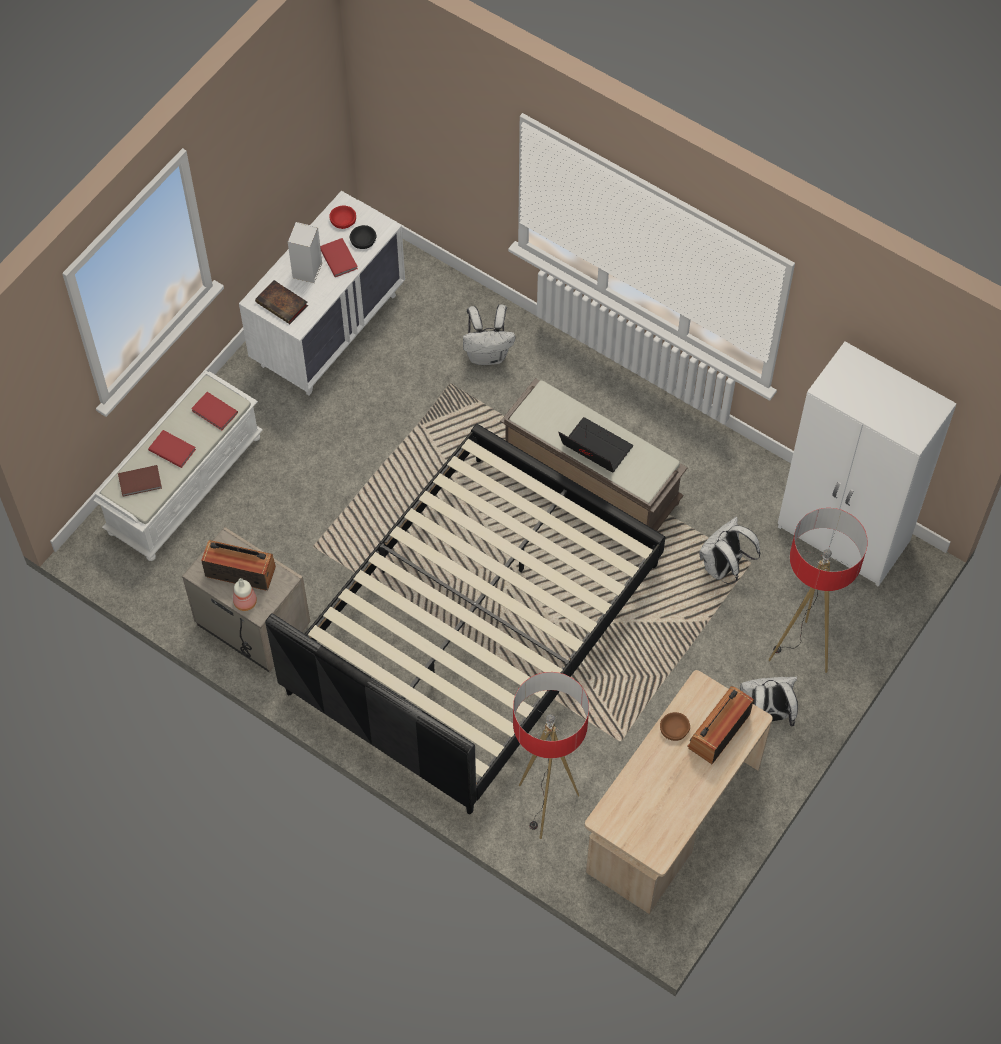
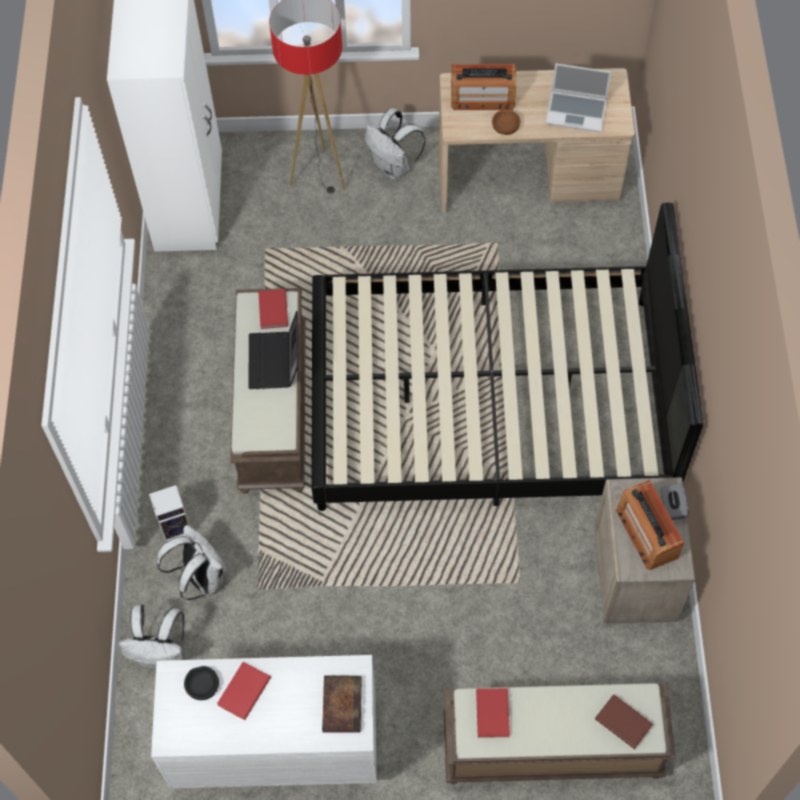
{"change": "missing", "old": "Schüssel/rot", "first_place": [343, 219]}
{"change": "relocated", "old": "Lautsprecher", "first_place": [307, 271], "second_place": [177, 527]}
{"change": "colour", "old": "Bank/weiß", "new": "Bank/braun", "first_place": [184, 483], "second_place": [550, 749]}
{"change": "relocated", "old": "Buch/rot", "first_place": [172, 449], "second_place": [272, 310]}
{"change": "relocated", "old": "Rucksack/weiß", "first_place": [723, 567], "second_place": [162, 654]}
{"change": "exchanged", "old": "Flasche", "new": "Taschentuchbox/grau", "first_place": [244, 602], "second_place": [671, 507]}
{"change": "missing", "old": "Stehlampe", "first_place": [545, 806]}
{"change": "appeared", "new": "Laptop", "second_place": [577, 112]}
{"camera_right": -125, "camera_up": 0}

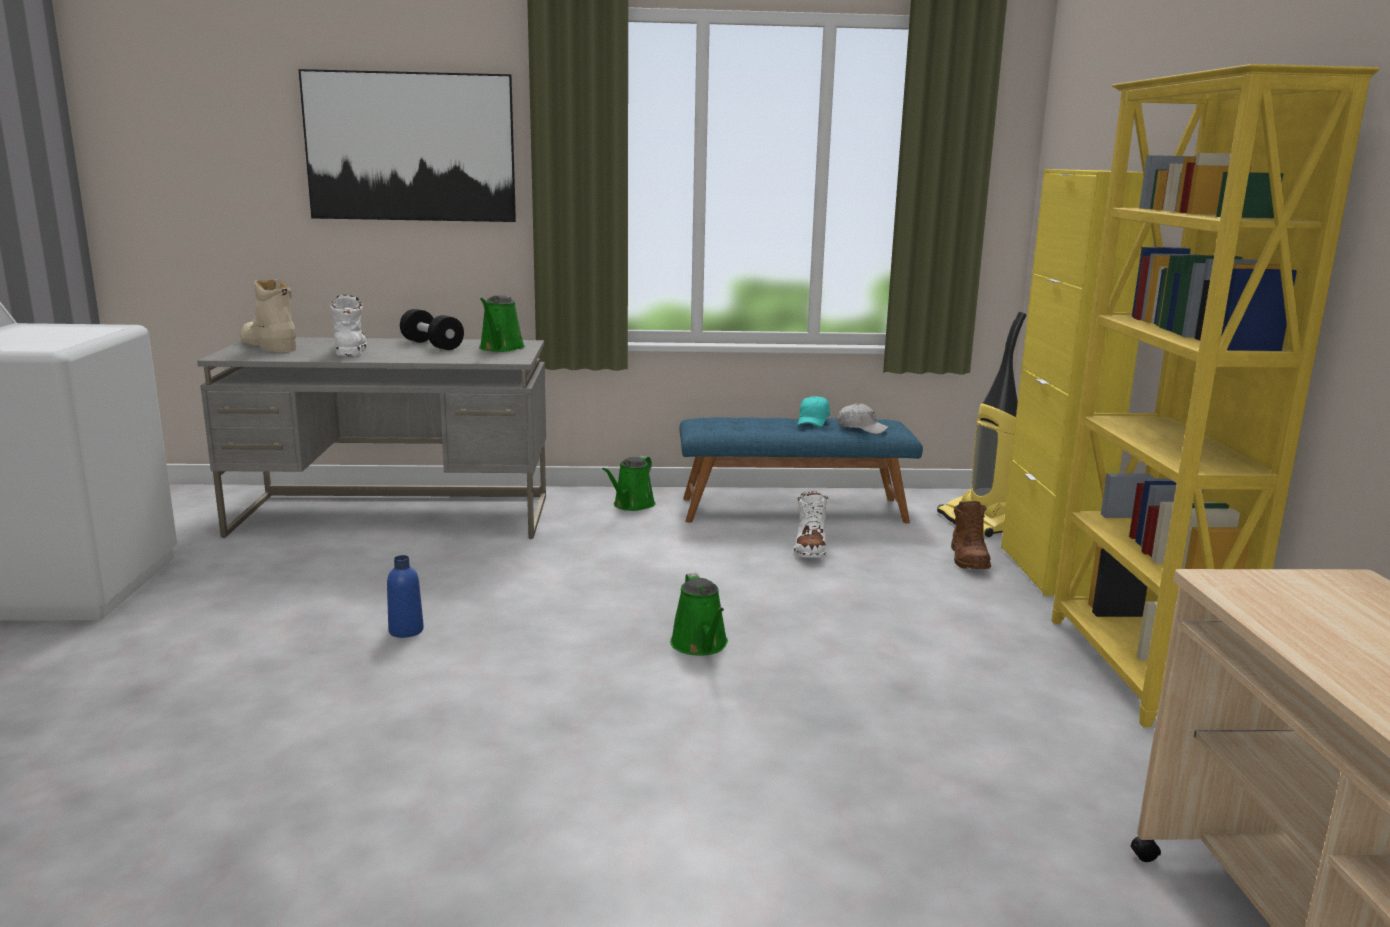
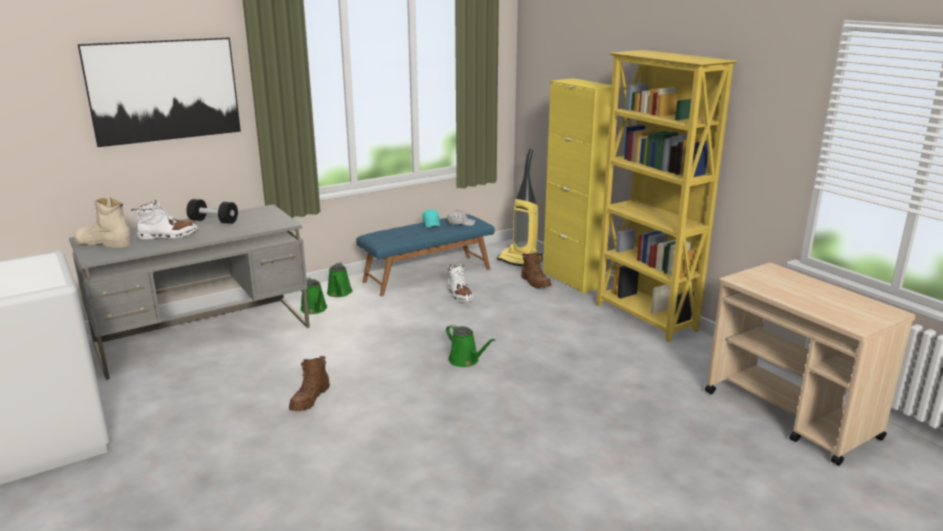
{"change": "spun", "old": "Stiefel/weiß", "first_place": [350, 350], "second_place": [168, 235], "degrees": 120}
{"change": "relocated", "old": "Gießkanne/grün", "first_place": [500, 348], "second_place": [314, 309]}
{"change": "exchanged", "old": "Flasche/blau", "new": "Stiefel/braun", "first_place": [406, 630], "second_place": [309, 399]}
{"camera_right": -30, "camera_up": 5}

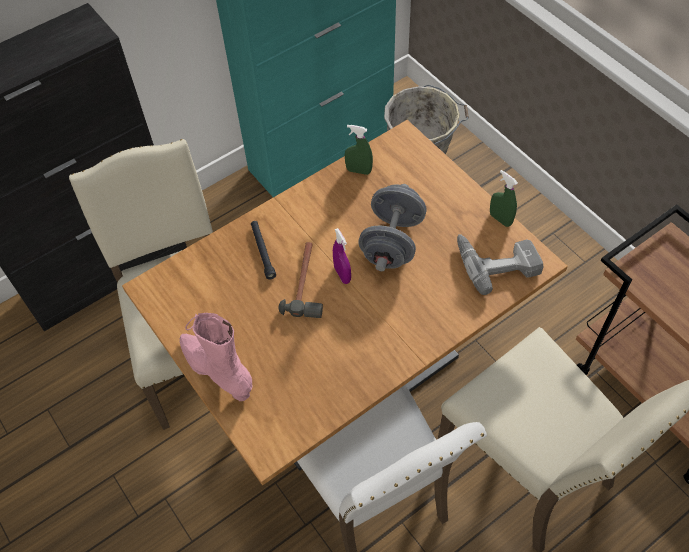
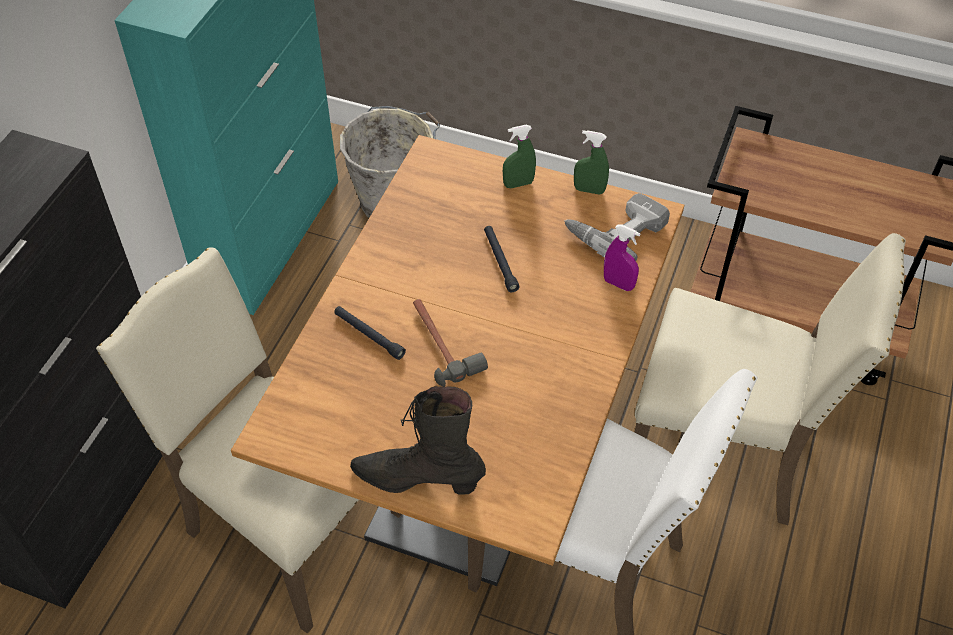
{"change": "relocated", "old": "Sprühflasche/grün", "first_place": [358, 171], "second_place": [518, 184]}
{"change": "exchanged", "old": "Hantel/grau", "new": "Taschenlampe/schwarz", "first_place": [392, 242], "second_place": [500, 261]}
{"change": "relocated", "old": "Sprühflasche/lila", "first_place": [342, 274], "second_place": [618, 284]}
{"change": "colour", "old": "Stiefel/rosa", "new": "Stiefel/schwarz", "first_place": [218, 371], "second_place": [418, 479]}
{"camera_right": -35, "camera_up": -5}

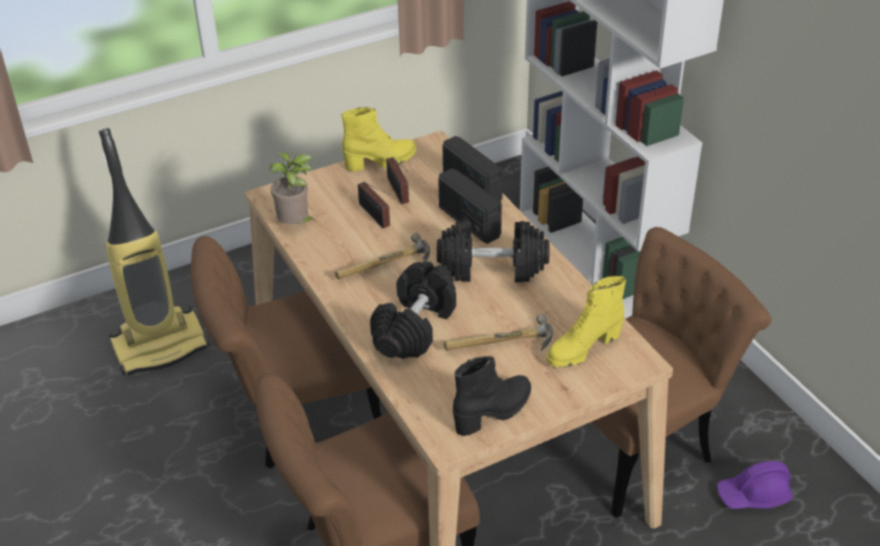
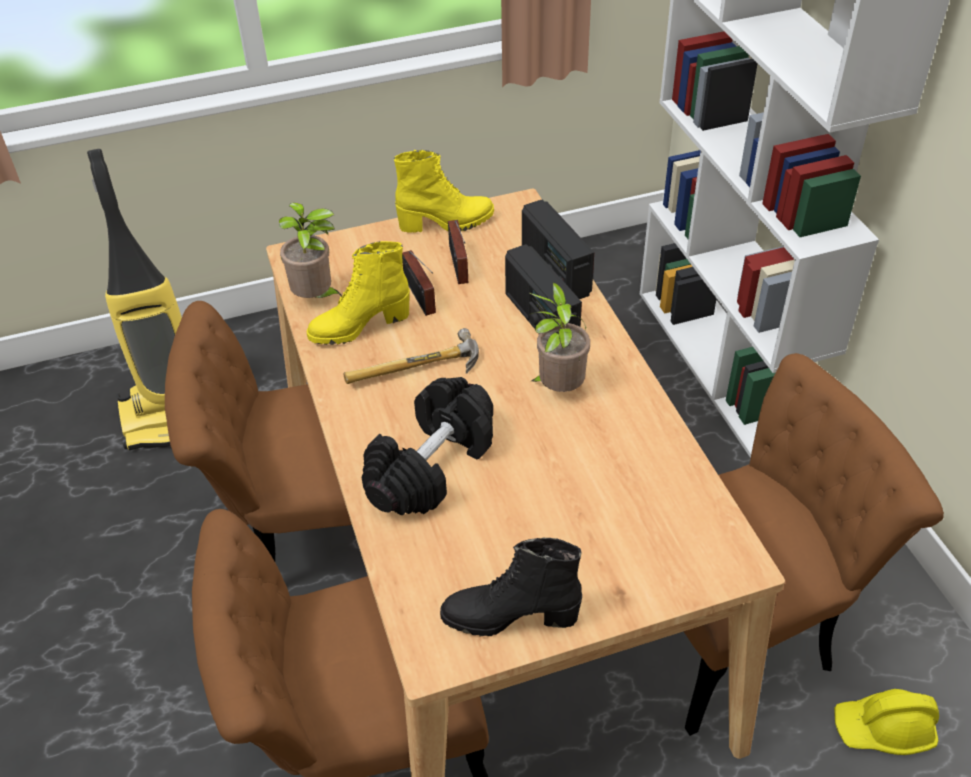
{"change": "exchanged", "old": "Hantel/schwarz", "new": "Topfpflanze", "first_place": [492, 267], "second_place": [558, 388]}
{"change": "relocated", "old": "Stiefel/gelb", "first_place": [583, 349], "second_place": [359, 327]}
{"change": "missing", "old": "Hammer", "first_place": [501, 346]}
{"change": "spun", "old": "Stiefel/schwarz", "first_place": [493, 412], "second_place": [510, 616], "degrees": -150}
{"change": "colour", "old": "Schutzhelm/lila", "new": "Schutzhelm/gelb", "first_place": [753, 495], "second_place": [883, 729]}
{"camera_right": 10, "camera_up": 5}

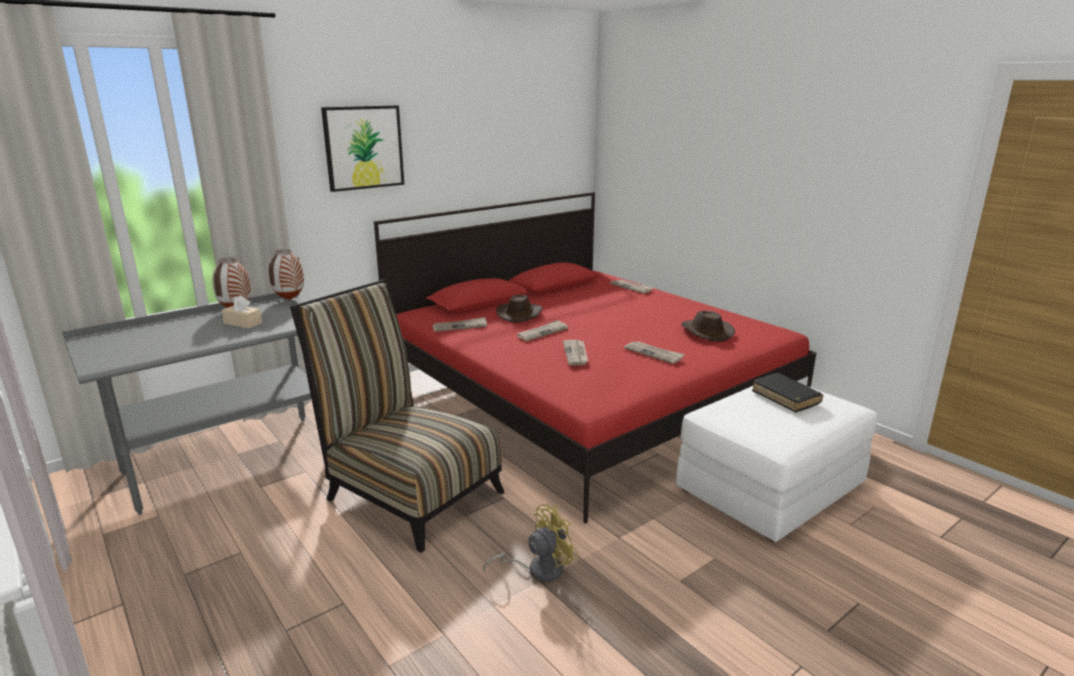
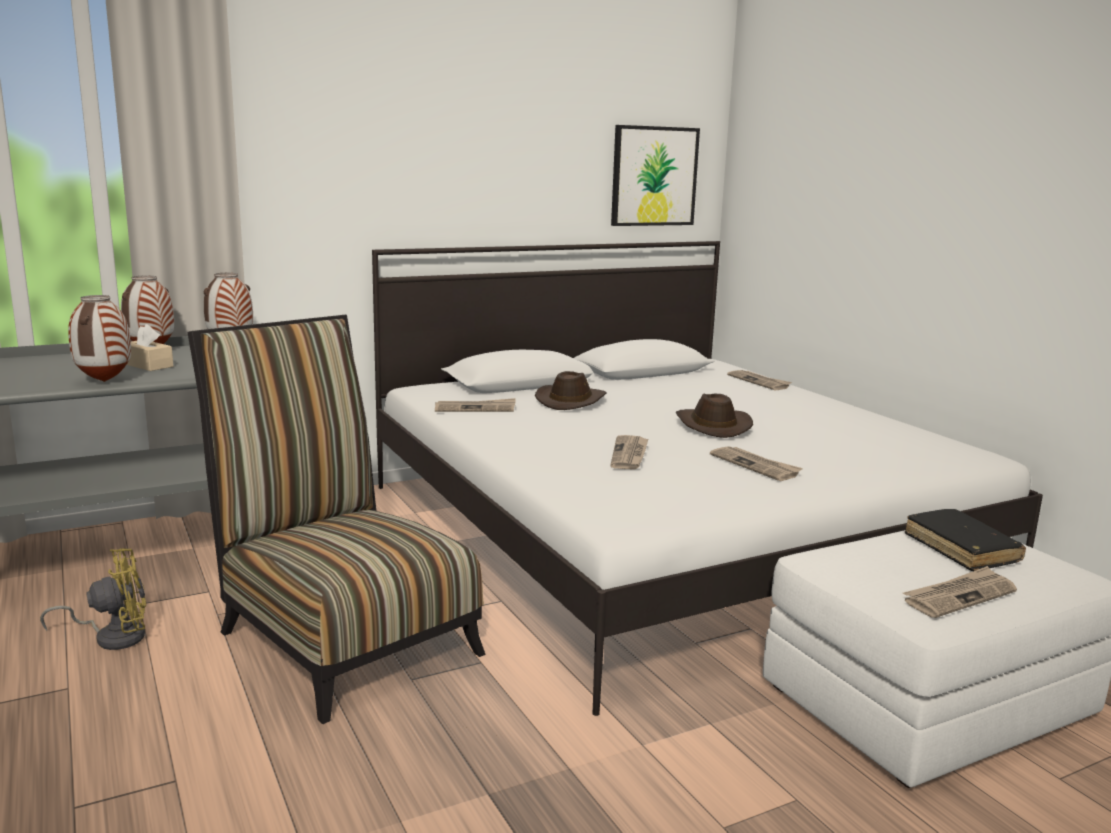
{"change": "relocated", "old": "Bild", "first_place": [363, 147], "second_place": [654, 176]}
{"change": "colour", "old": "Bett/rot", "new": "Bett/weiß", "first_place": [587, 394], "second_place": [666, 533]}
{"change": "relocated", "old": "Hut/braun", "first_place": [705, 332], "second_place": [711, 425]}
{"change": "relocated", "old": "Zeitung", "first_place": [542, 332], "second_place": [959, 596]}
{"change": "relocated", "old": "Ventilator/gelb", "first_place": [538, 569], "second_place": [113, 636]}
{"change": "appeared", "new": "Vase", "second_place": [104, 381]}
{"camera_right": 10, "camera_up": -5}

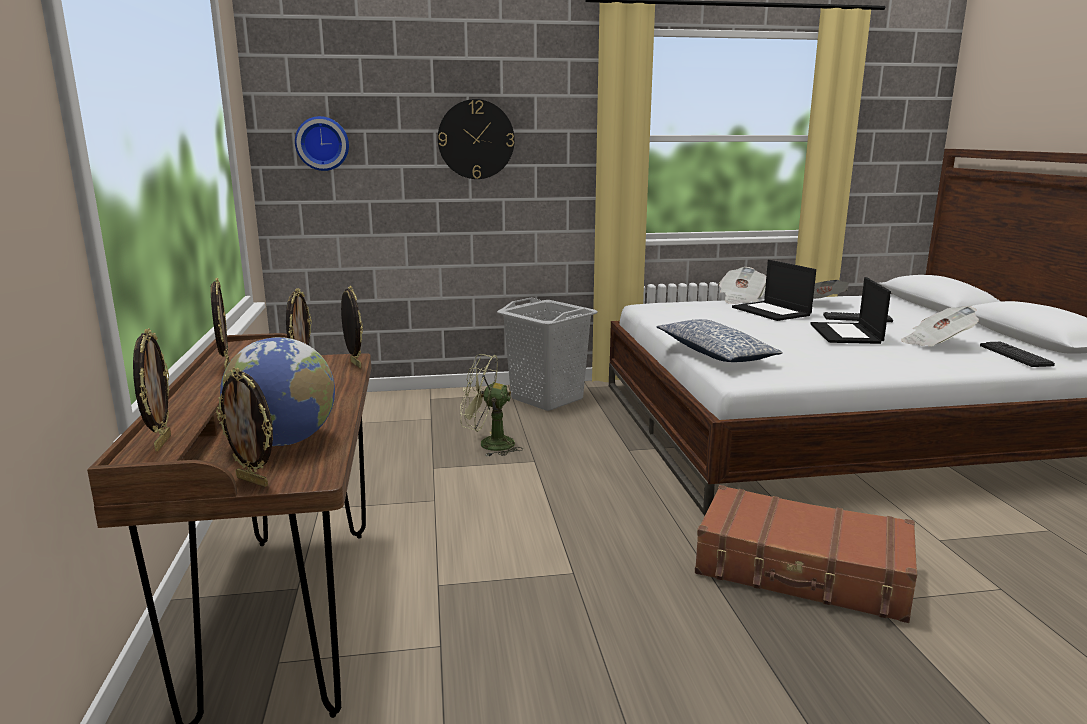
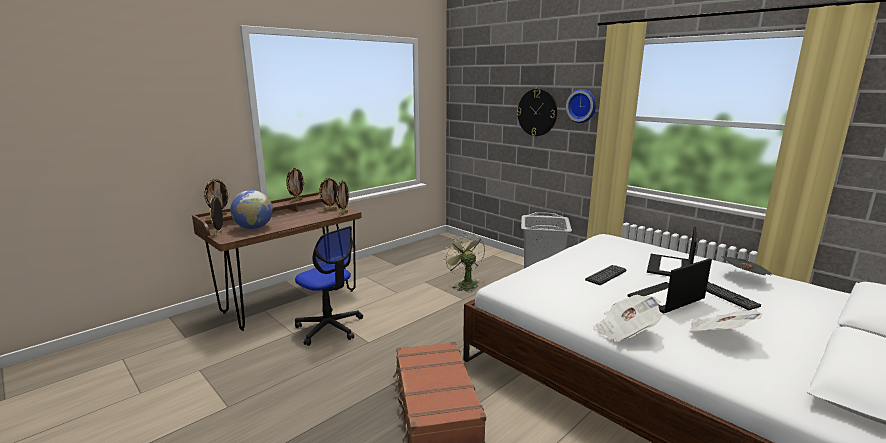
{"change": "relocated", "old": "Wanduhr", "first_place": [322, 143], "second_place": [582, 106]}
{"change": "relocated", "old": "Zeitung", "first_place": [741, 299], "second_place": [624, 331]}
{"change": "missing", "old": "Kissen", "first_place": [715, 353]}
{"change": "relocated", "old": "Tastatur", "first_place": [1015, 355], "second_place": [606, 275]}
{"change": "appeared", "new": "Bürostuhl", "second_place": [329, 328]}
{"camera_right": 55, "camera_up": 0}

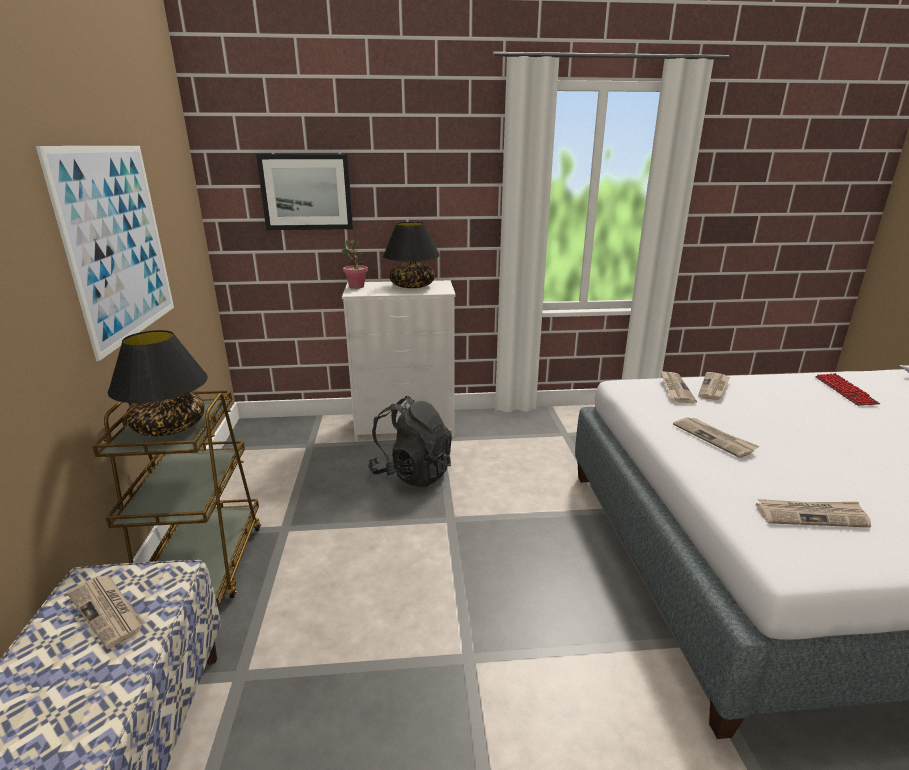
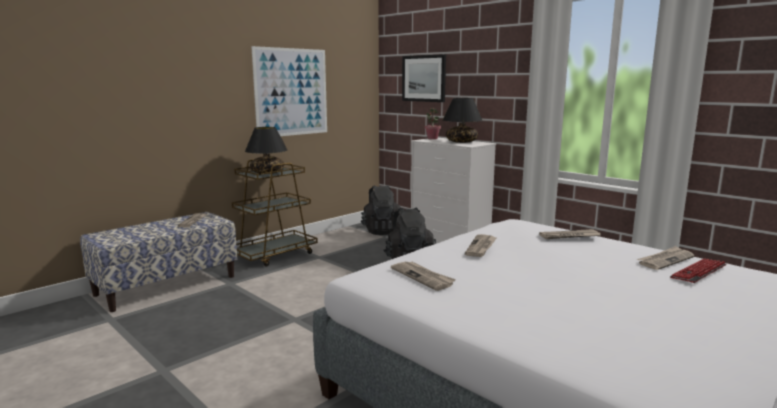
{"change": "relocated", "old": "Zeitung", "first_place": [675, 388], "second_place": [665, 260]}
{"change": "appeared", "new": "Rucksack/schwarz", "second_place": [381, 231]}
{"camera_right": 50, "camera_up": -10}

